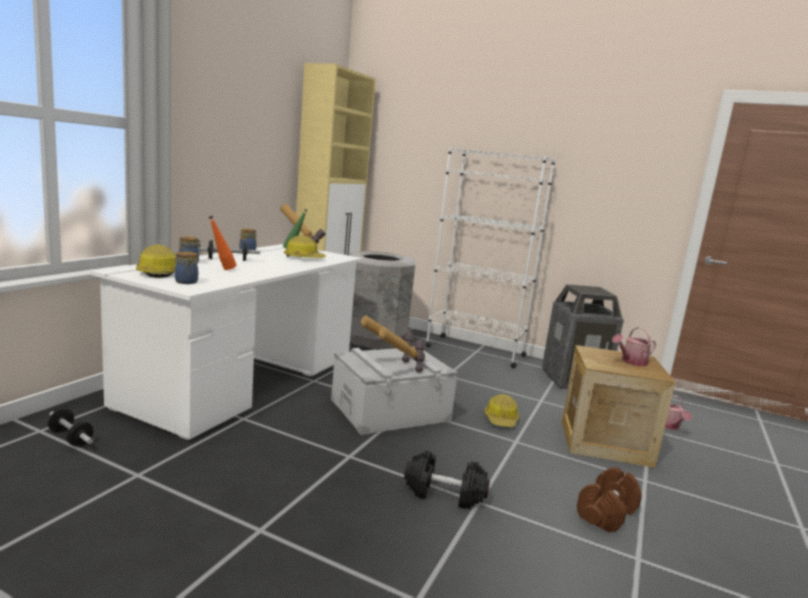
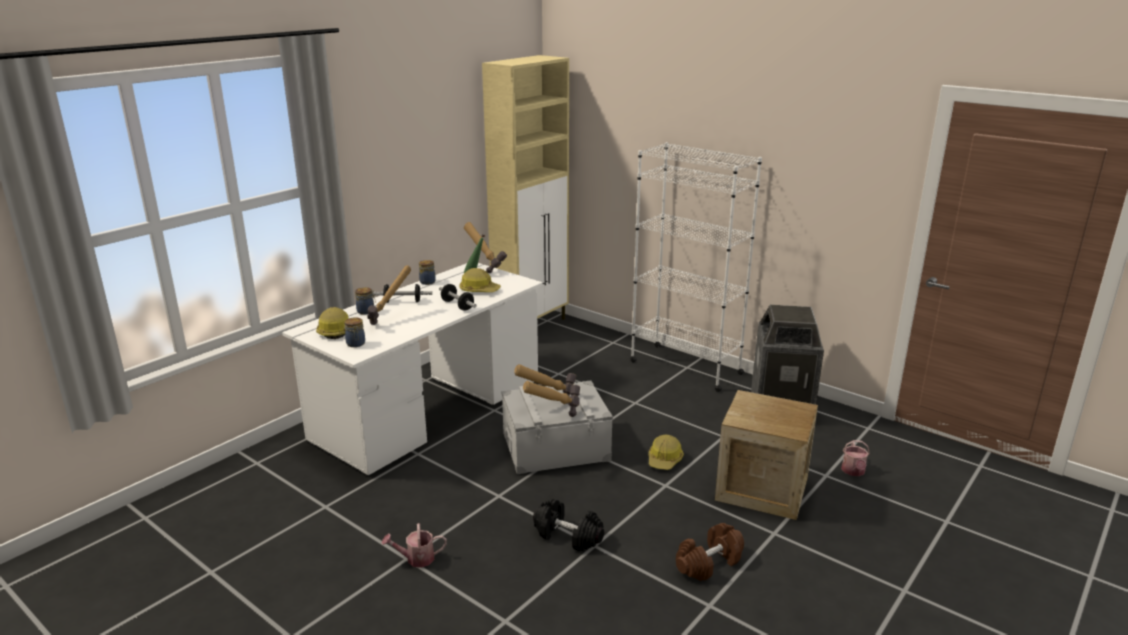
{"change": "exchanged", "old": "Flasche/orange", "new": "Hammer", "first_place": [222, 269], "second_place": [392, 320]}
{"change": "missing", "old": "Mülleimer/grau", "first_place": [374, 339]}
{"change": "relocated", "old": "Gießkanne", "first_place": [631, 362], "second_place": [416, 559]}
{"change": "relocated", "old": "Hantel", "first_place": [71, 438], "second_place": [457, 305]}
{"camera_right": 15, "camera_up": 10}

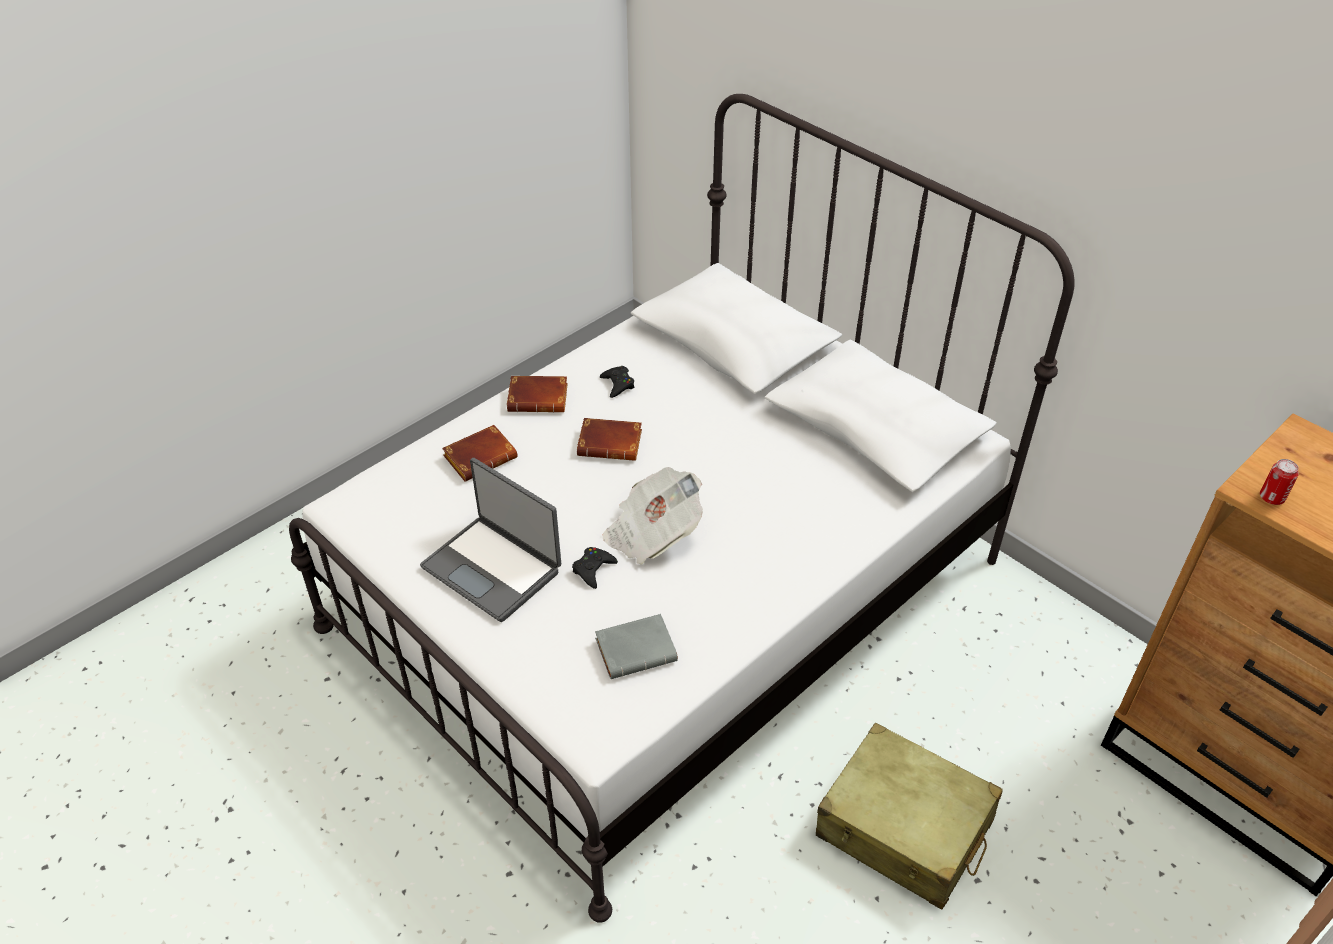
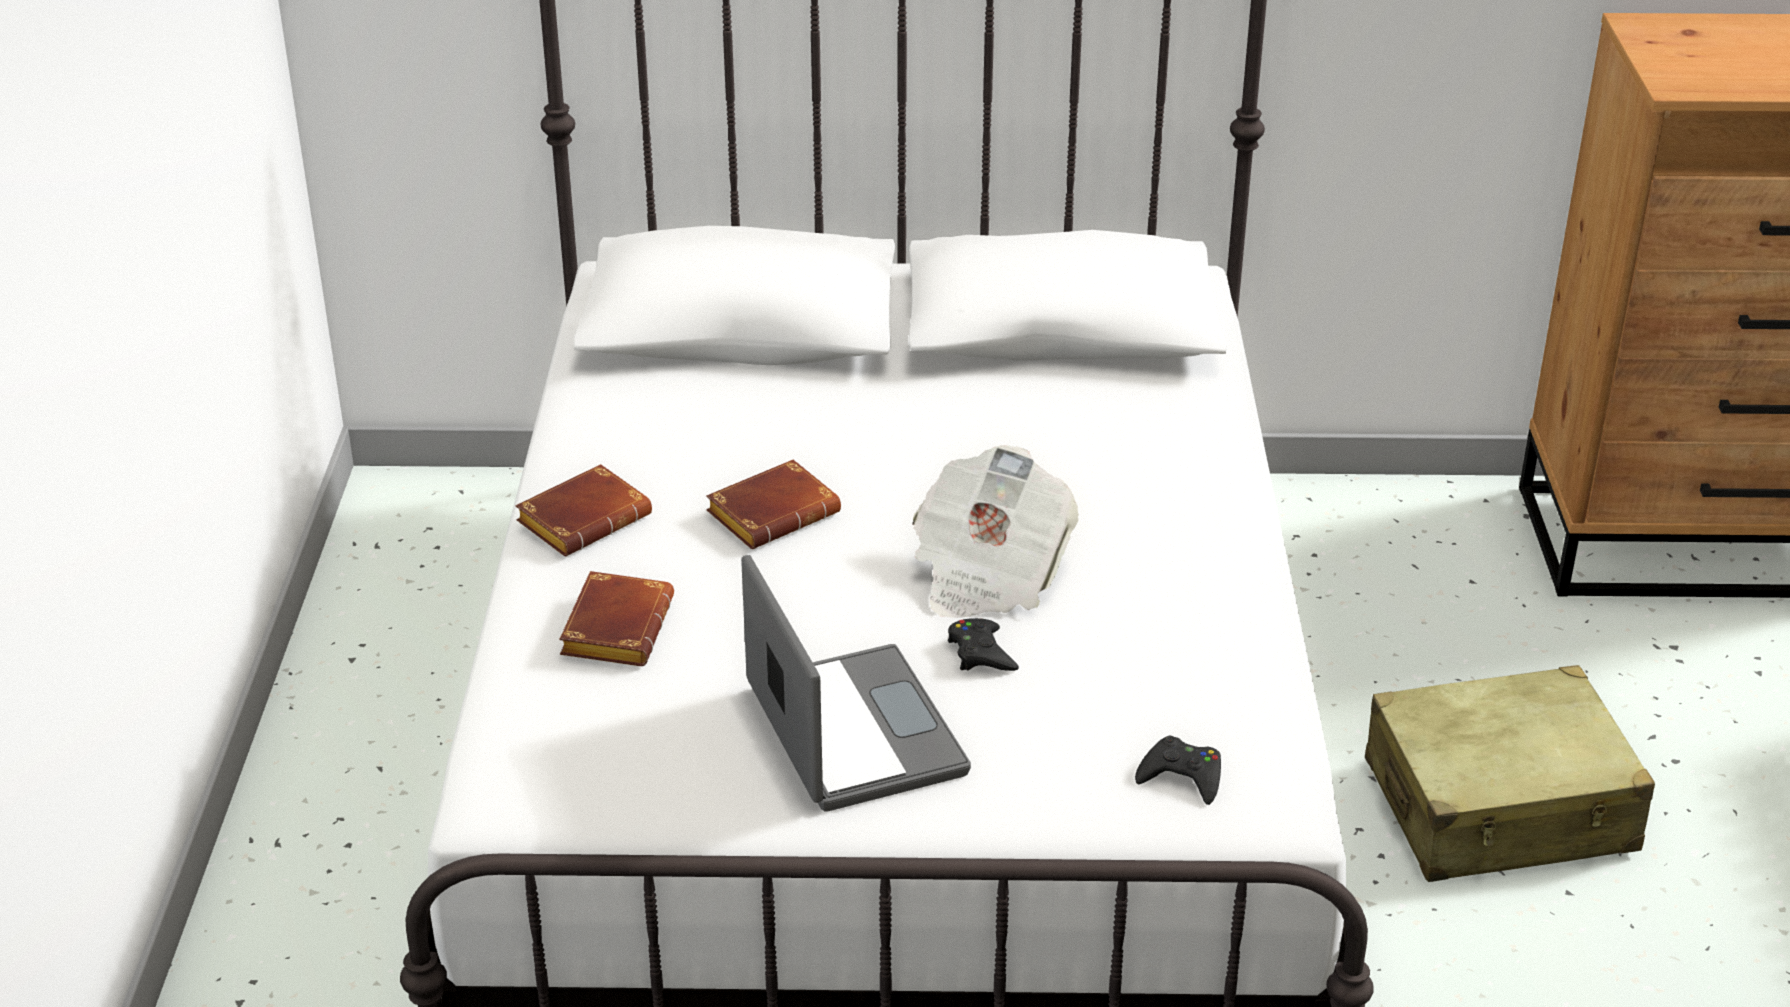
{"change": "relocated", "old": "Gamepad/schwarz", "first_place": [618, 384], "second_place": [1182, 777]}
{"change": "spun", "old": "Laptop", "first_place": [493, 568], "second_place": [851, 732], "degrees": -105}
{"change": "missing", "old": "Dose", "first_place": [1271, 498]}
{"change": "missing", "old": "Buch/grau", "first_place": [637, 649]}
{"camera_right": -45, "camera_up": -10}

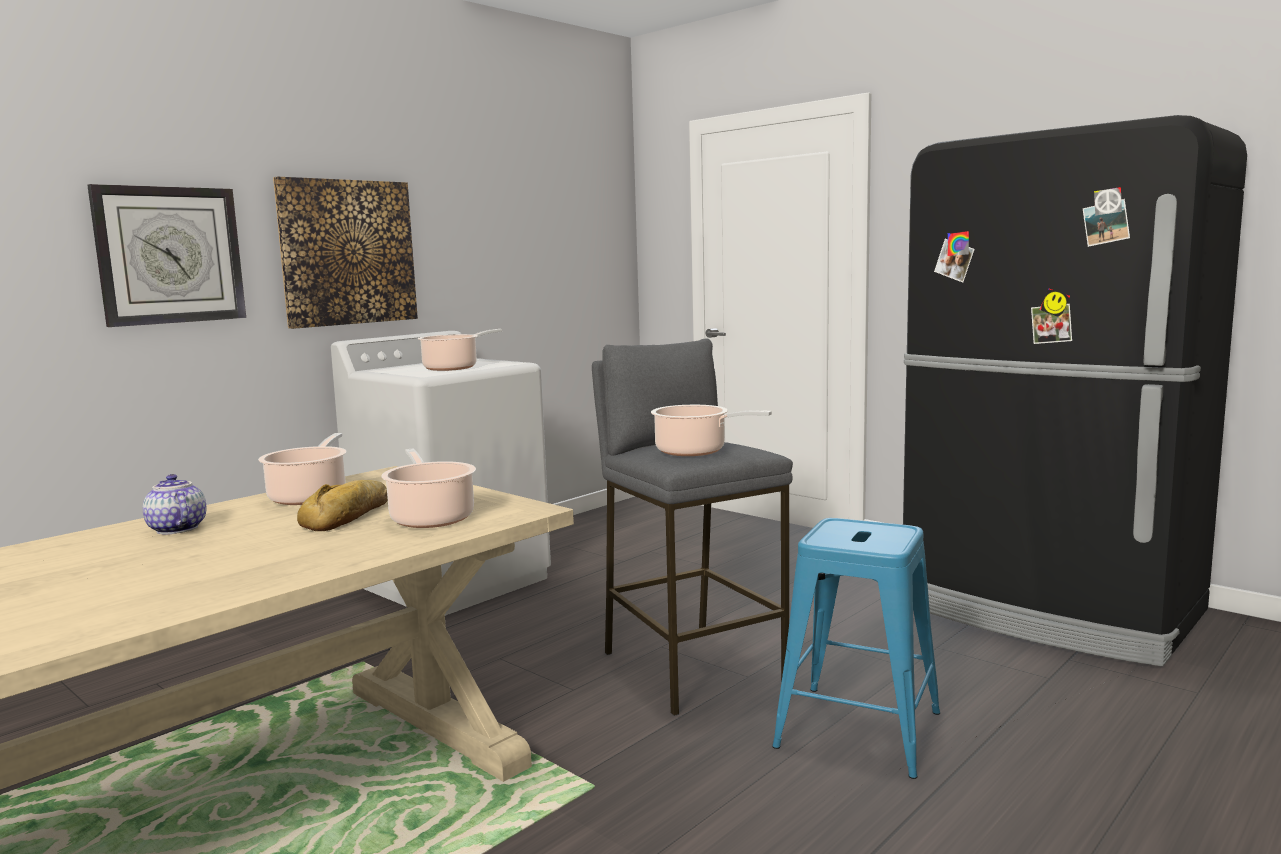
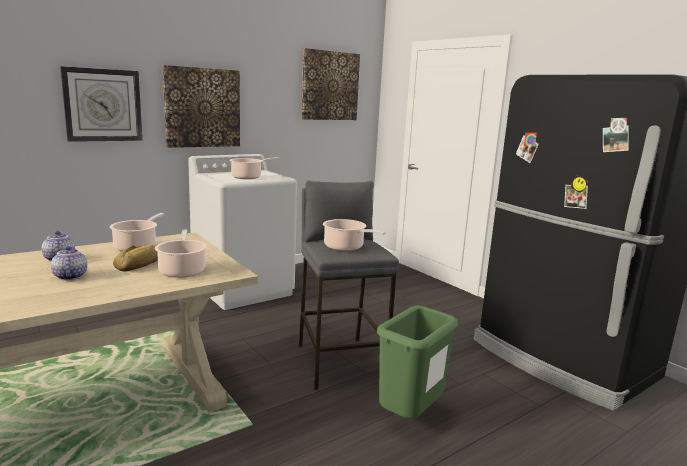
{"change": "exchanged", "old": "Hocker/blau", "new": "Mülleimer/grün", "first_place": [858, 729], "second_place": [410, 417]}
{"change": "appeared", "new": "Bild", "second_place": [330, 86]}
{"change": "appeared", "new": "Teekanne", "second_place": [69, 276]}
{"camera_right": 10, "camera_up": 5}

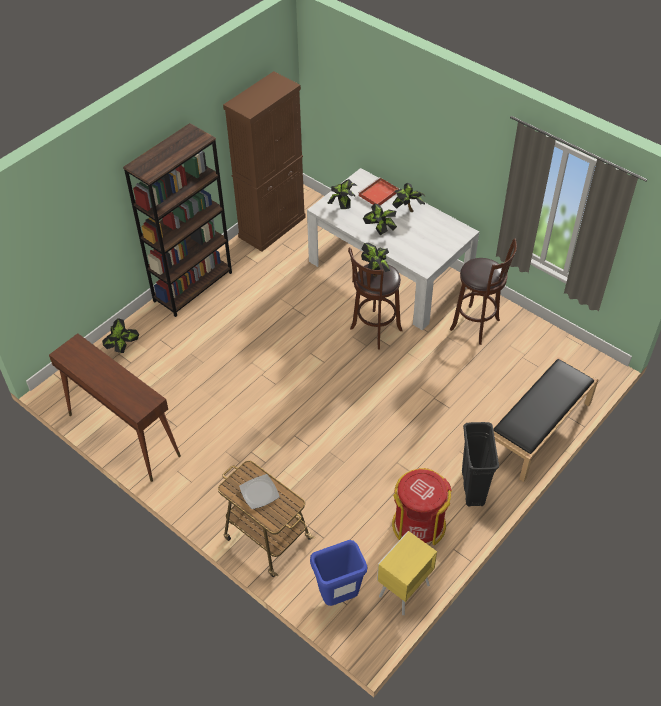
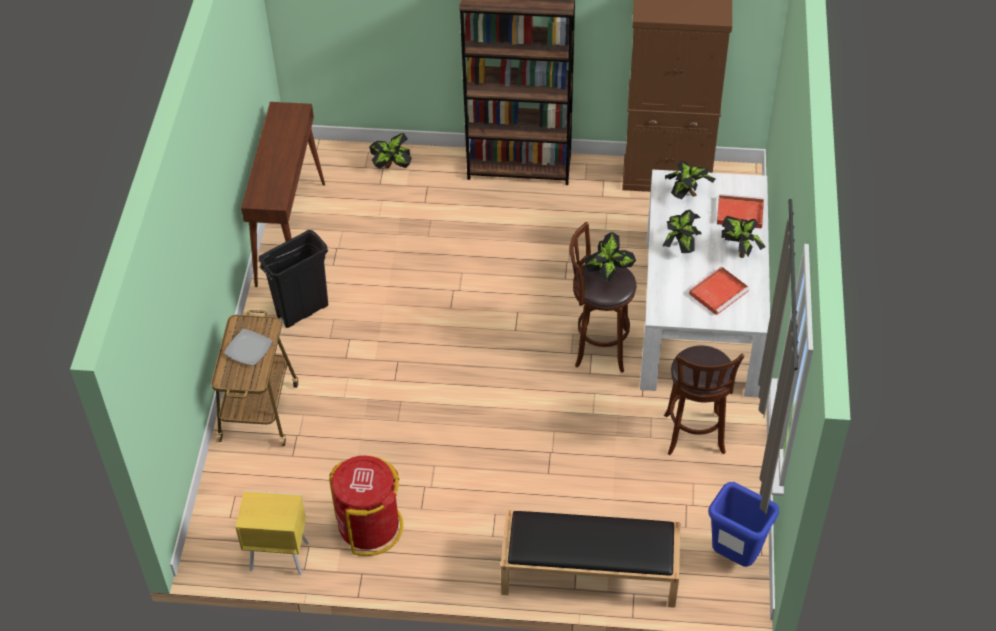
{"change": "relocated", "old": "Mülleimer/schwarz", "first_place": [472, 487], "second_place": [303, 311]}
{"change": "relocated", "old": "Mülleimer/blau", "first_place": [338, 596], "second_place": [734, 556]}
{"change": "appeared", "new": "Tablett/rot", "second_place": [719, 292]}
{"camera_right": 55, "camera_up": 0}

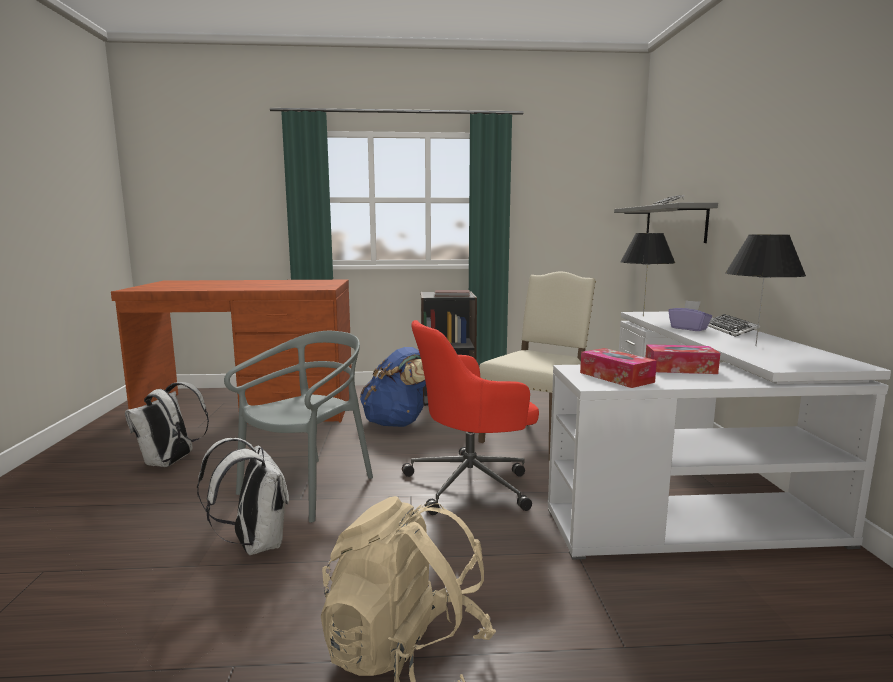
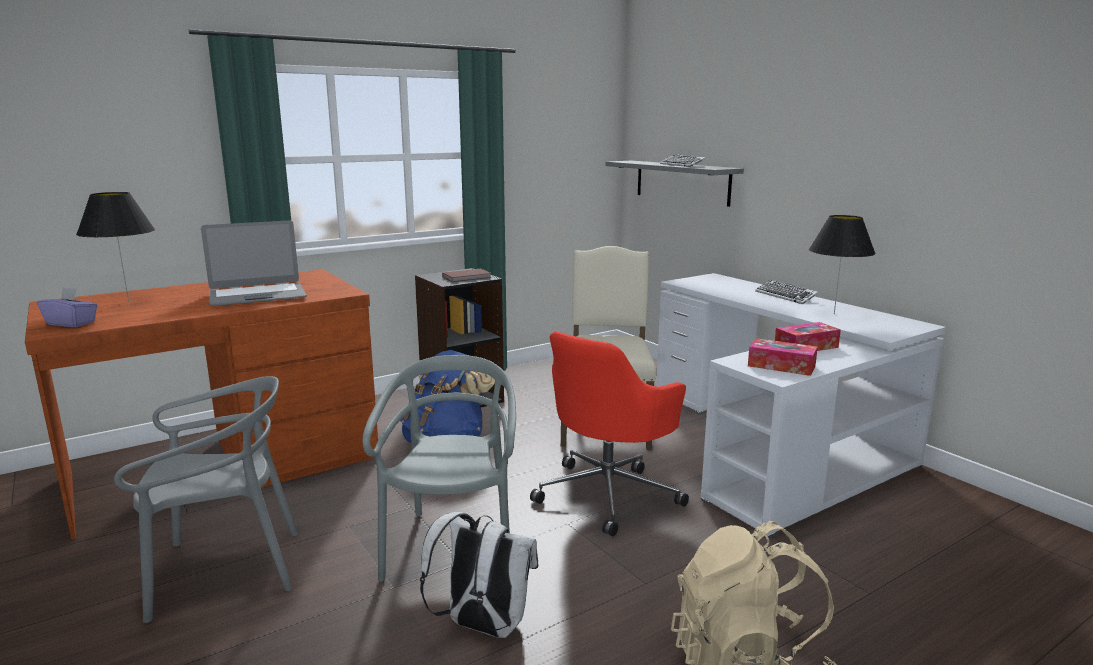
{"change": "relocated", "old": "Tischlampe/schwarz", "first_place": [643, 316], "second_place": [128, 301]}
{"change": "relocated", "old": "Taschentuchbox/lila", "first_place": [689, 328], "second_place": [71, 323]}
{"change": "exchanged", "old": "Rucksack/weiß", "new": "Stuhl/grau", "first_place": [170, 462], "second_place": [225, 571]}
{"change": "appeared", "new": "Laptop", "second_place": [257, 296]}
{"camera_right": -30, "camera_up": 5}

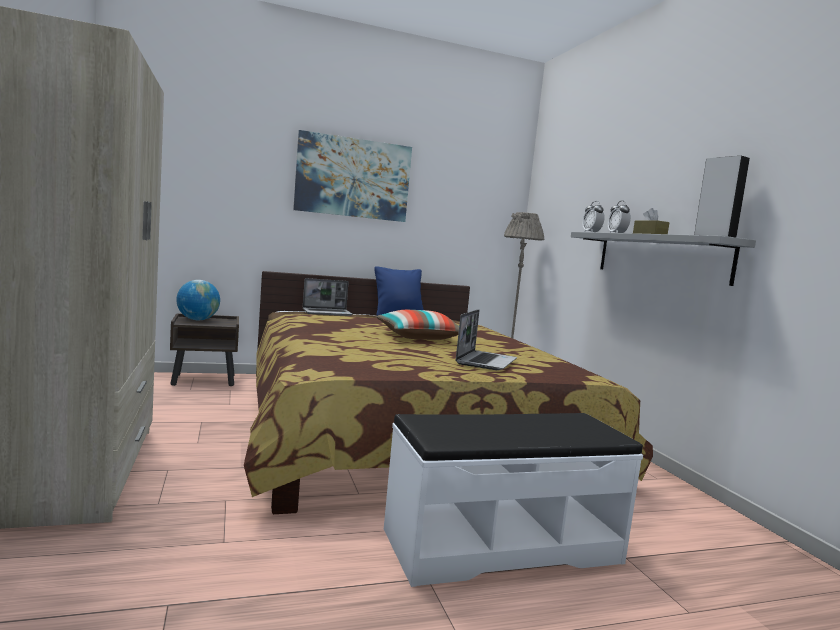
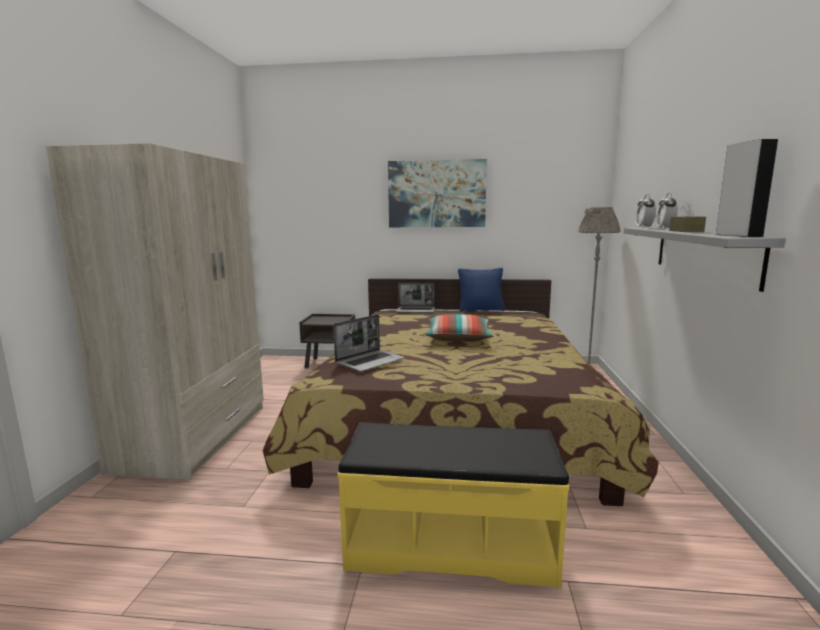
{"change": "missing", "old": "Globus", "first_place": [197, 320]}
{"change": "relocated", "old": "Laptop", "first_place": [485, 361], "second_place": [370, 361]}
{"change": "colour", "old": "Bank/weiß", "new": "Bank/gelb", "first_place": [501, 545], "second_place": [450, 544]}
{"camera_right": 25, "camera_up": 5}

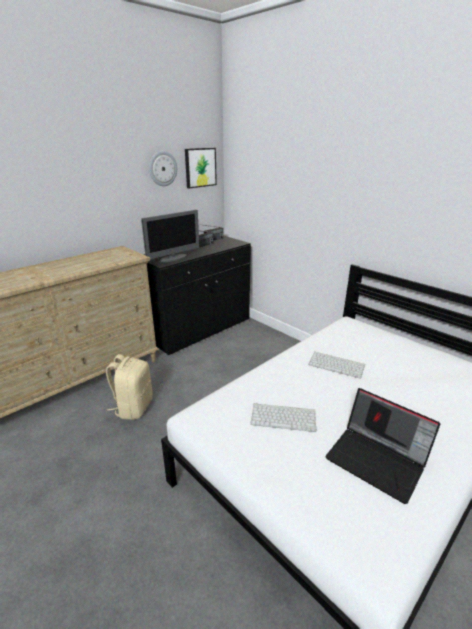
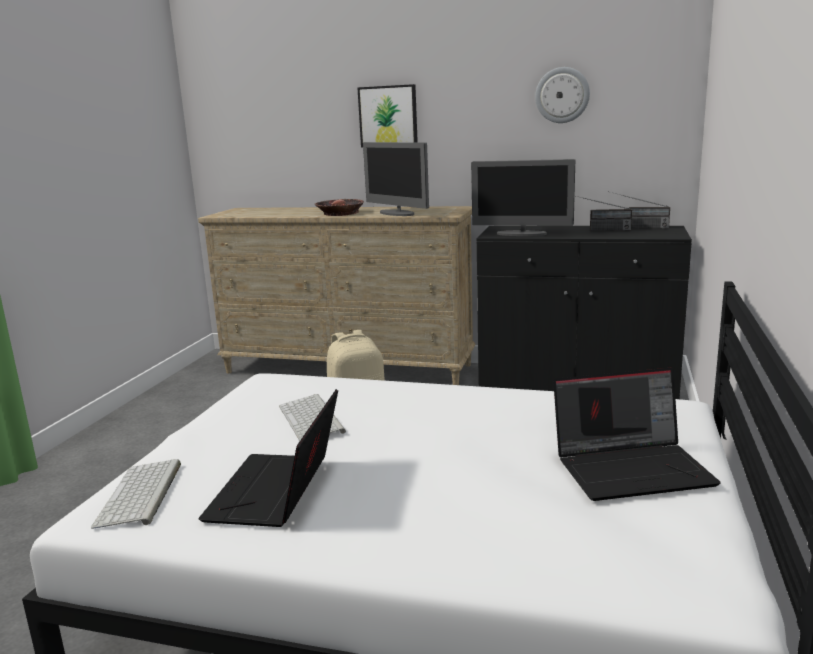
{"change": "relocated", "old": "Bild", "first_place": [200, 167], "second_place": [388, 116]}
{"change": "relocated", "old": "Tastatur", "first_place": [337, 365], "second_place": [141, 495]}
{"change": "appeared", "new": "Monitor", "second_place": [397, 213]}
{"change": "appeared", "new": "Schüssel", "second_place": [340, 213]}
{"change": "appeared", "new": "Laptop", "second_place": [632, 468]}
{"camera_right": 60, "camera_up": -10}

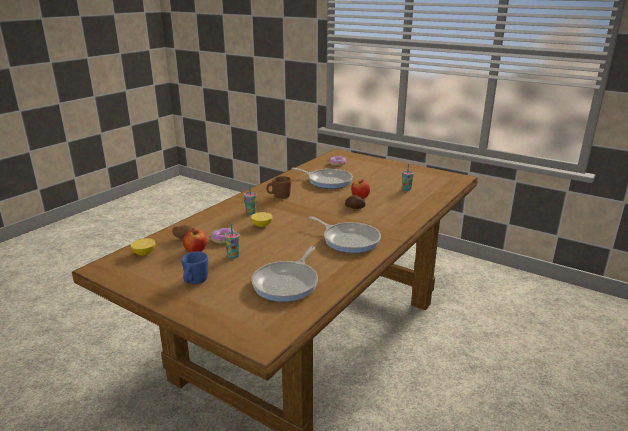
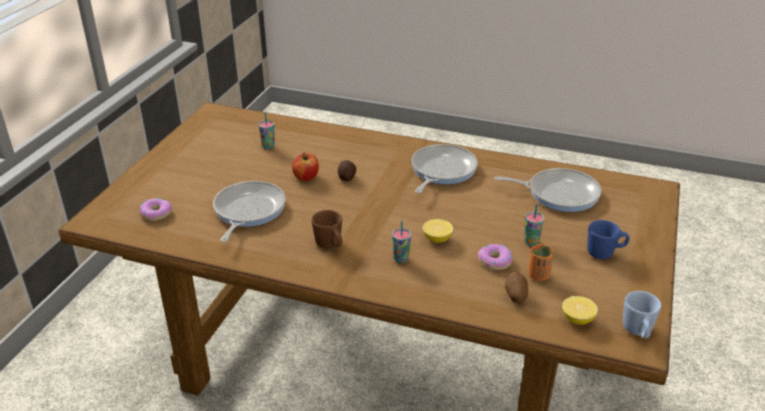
{"change": "exchanged", "old": "Apfel", "new": "Tasse/orange", "first_place": [196, 250], "second_place": [538, 275]}
{"change": "appeared", "new": "Henkelbecher/blau", "second_place": [638, 332]}
{"camera_right": -105, "camera_up": 10}

